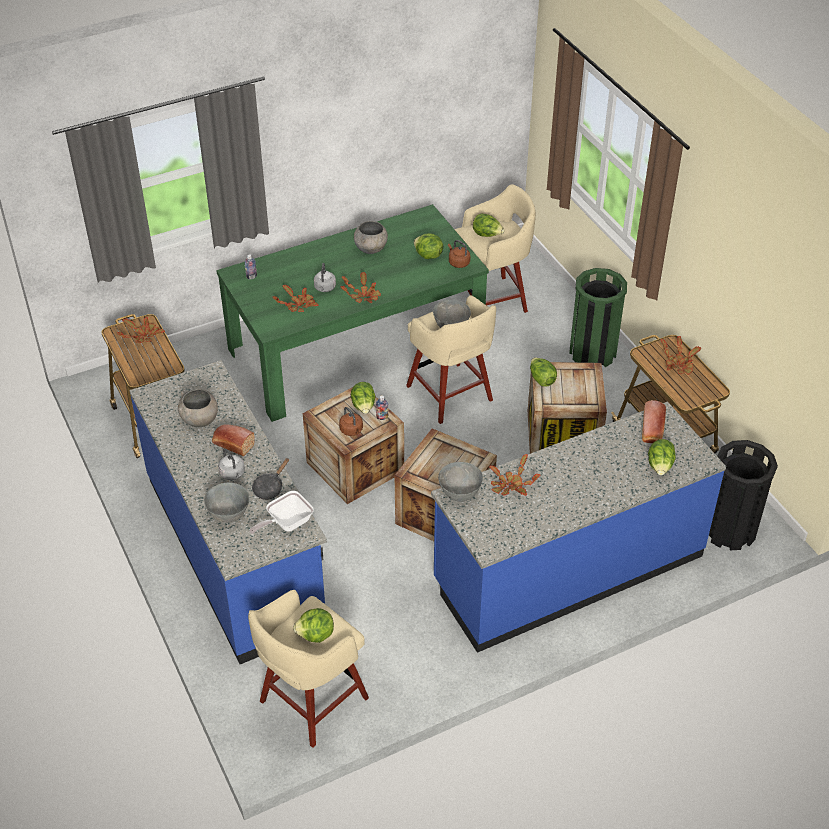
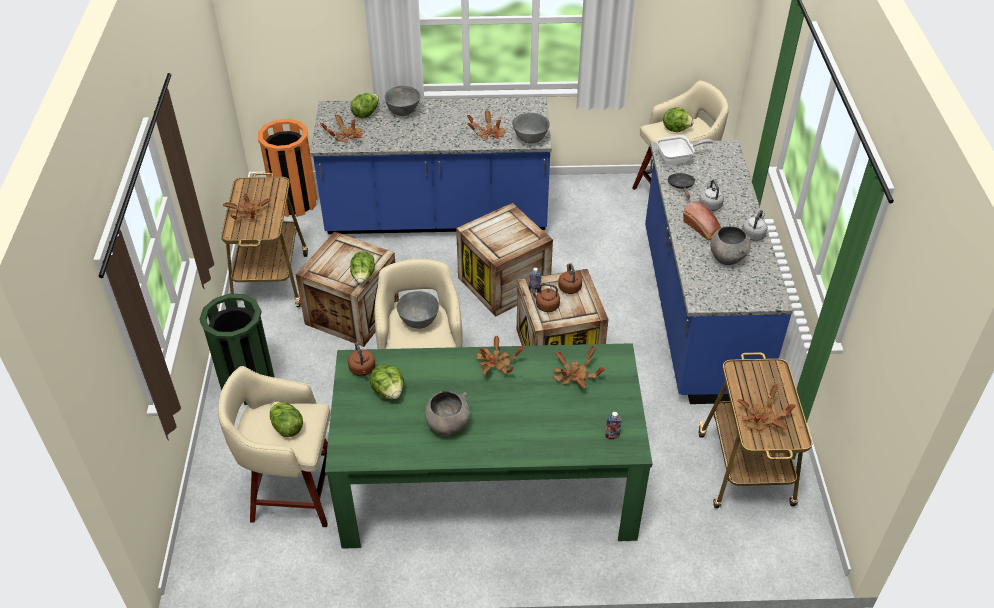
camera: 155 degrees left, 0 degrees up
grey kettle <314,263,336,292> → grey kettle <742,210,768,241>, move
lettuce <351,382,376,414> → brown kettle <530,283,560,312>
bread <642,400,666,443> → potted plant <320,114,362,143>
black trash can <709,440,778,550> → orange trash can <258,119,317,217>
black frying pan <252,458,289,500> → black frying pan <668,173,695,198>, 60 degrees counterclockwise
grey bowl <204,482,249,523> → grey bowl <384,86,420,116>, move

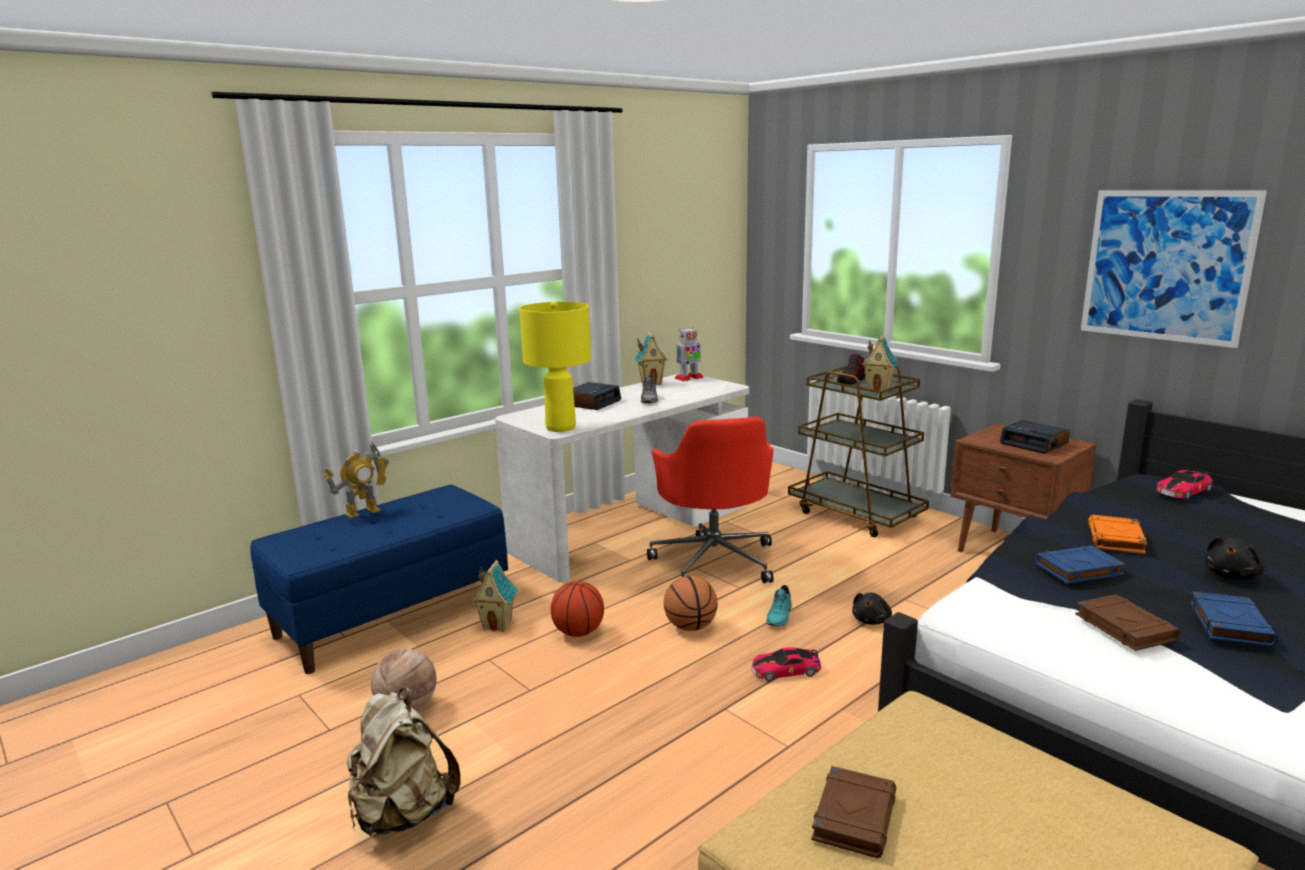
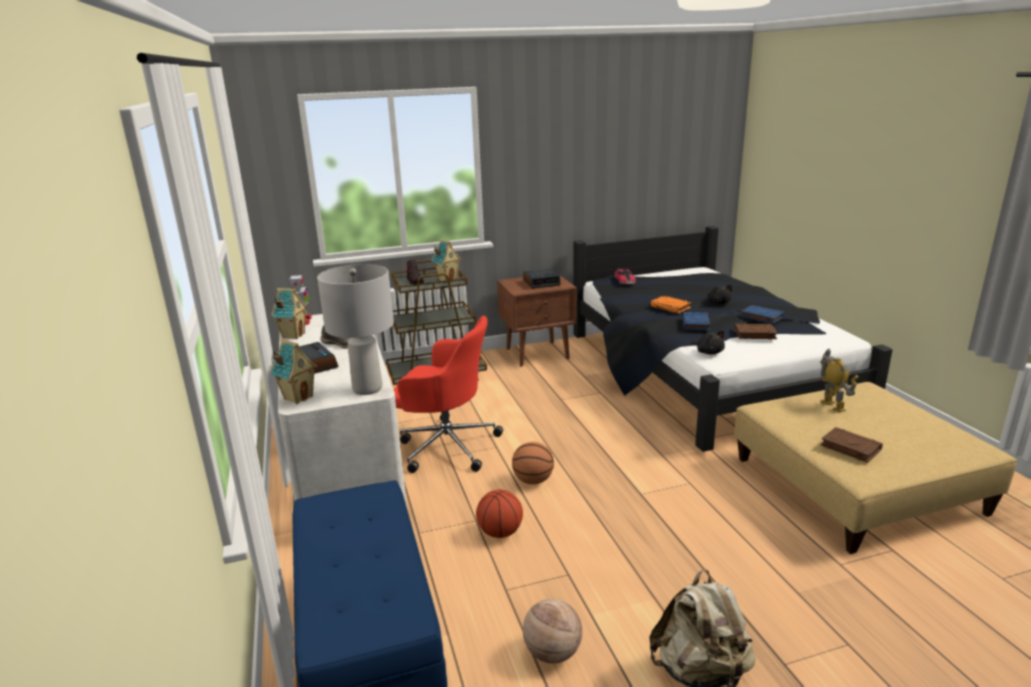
camera: 65 degrees left, 5 degrees up
picture <1081,191,1267,348> → -
yellow table lamp <519,301,591,432> → grey table lamp <317,264,394,395>
toy robot <324,442,389,518> → toy robot <820,349,858,412>, move
toy house <472,560,518,632> → toy house <270,339,317,404>, move
turquoise shoe <766,585,792,626> → -
black plush toy <852,593,892,625> → black plush toy <691,331,725,355>, move
toy car <752,648,821,681> → -

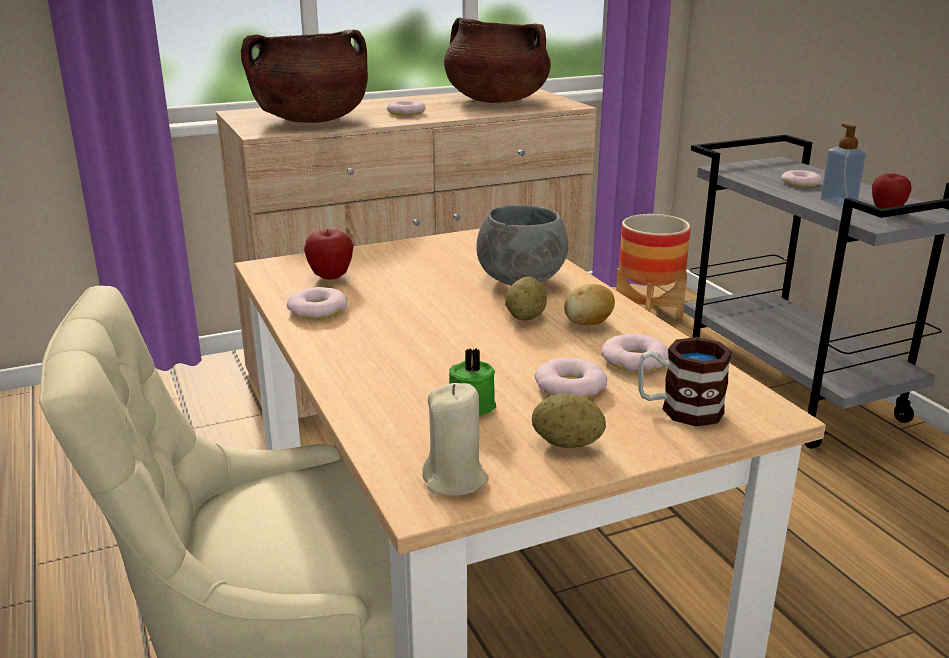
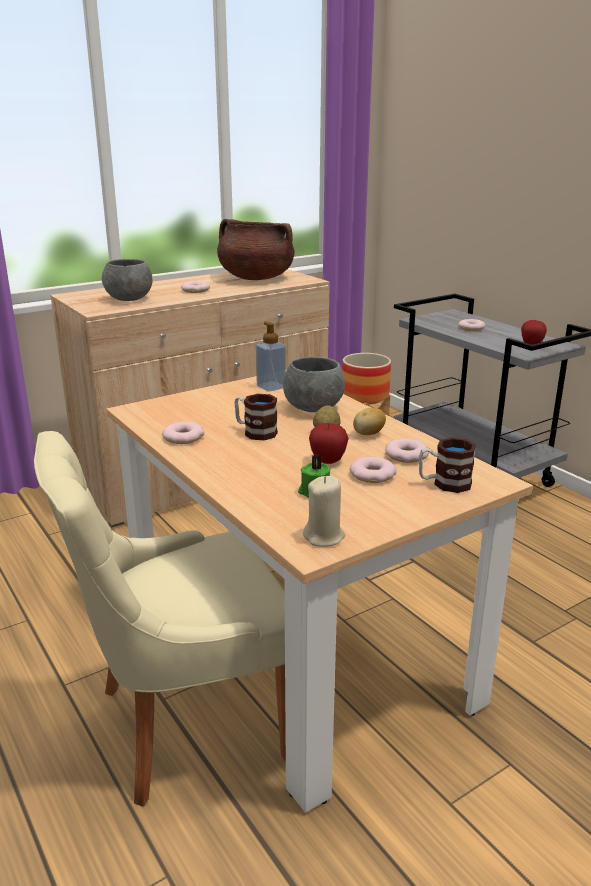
camera: 10 degrees left, 0 degrees up
brown cooking pot <241,29,368,123> → grey bowl <102,259,153,301>
soap dispenser <820,124,866,206> → soap dispenser <256,322,286,392>, move
apple <304,229,354,280> → apple <309,423,349,464>, move
potato <532,393,606,448> → -
- → mug <234,394,278,440>

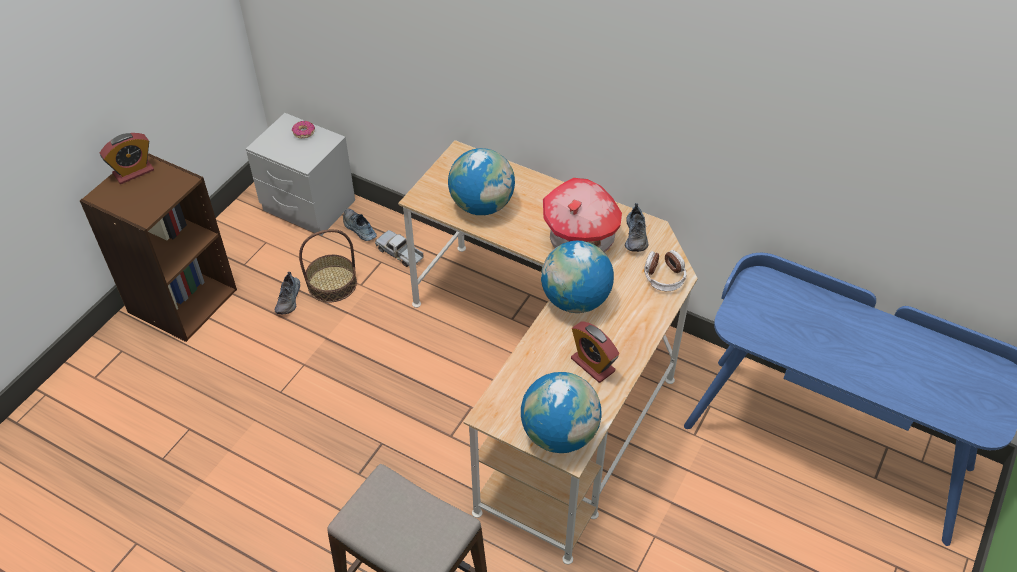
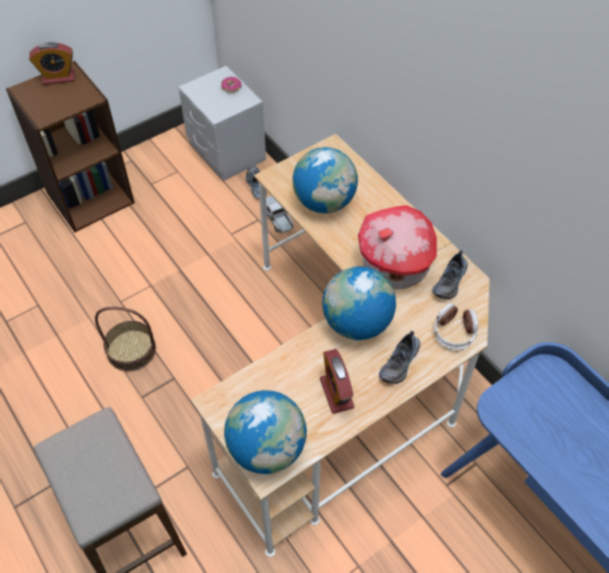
camera: 25 degrees right, 5 degrees up
basket <299,229,357,303> → basket <95,307,156,371>, move
shoe <275,272,300,314> → shoe <379,330,420,384>, move

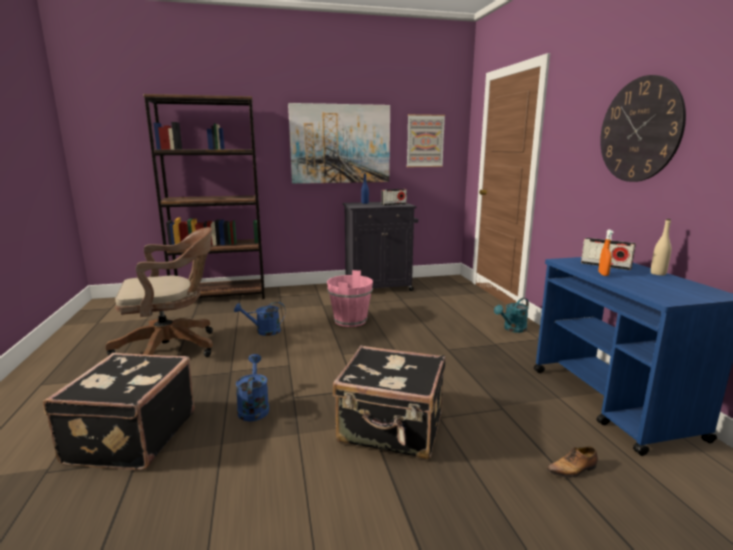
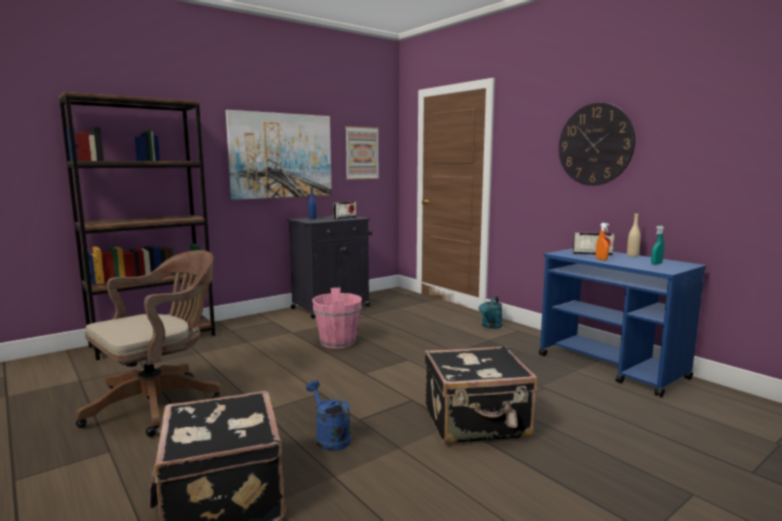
camera: 25 degrees left, 5 degrees down
blue watering can <234,302,286,336> → -
shoe <546,446,598,478> → -
- → turquoise spray bottle <651,226,664,265>

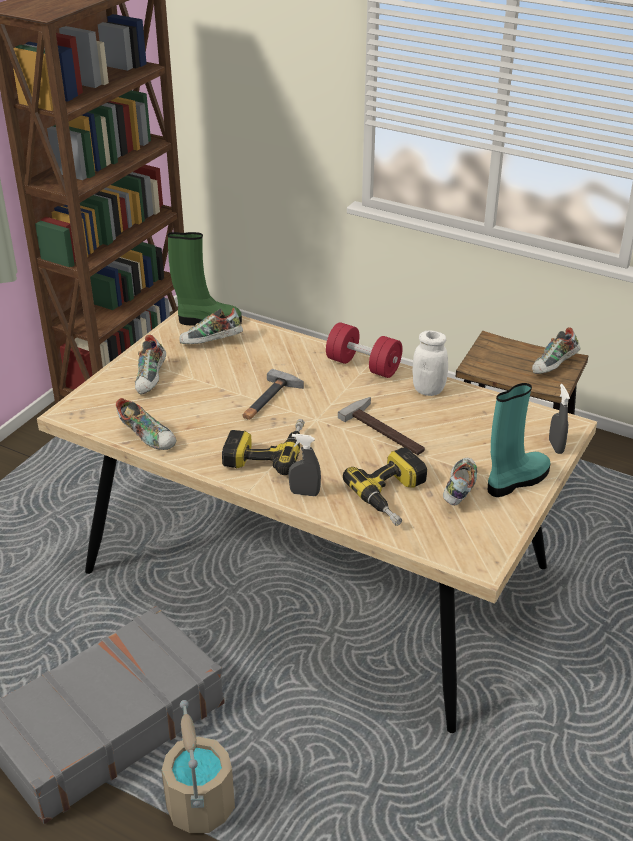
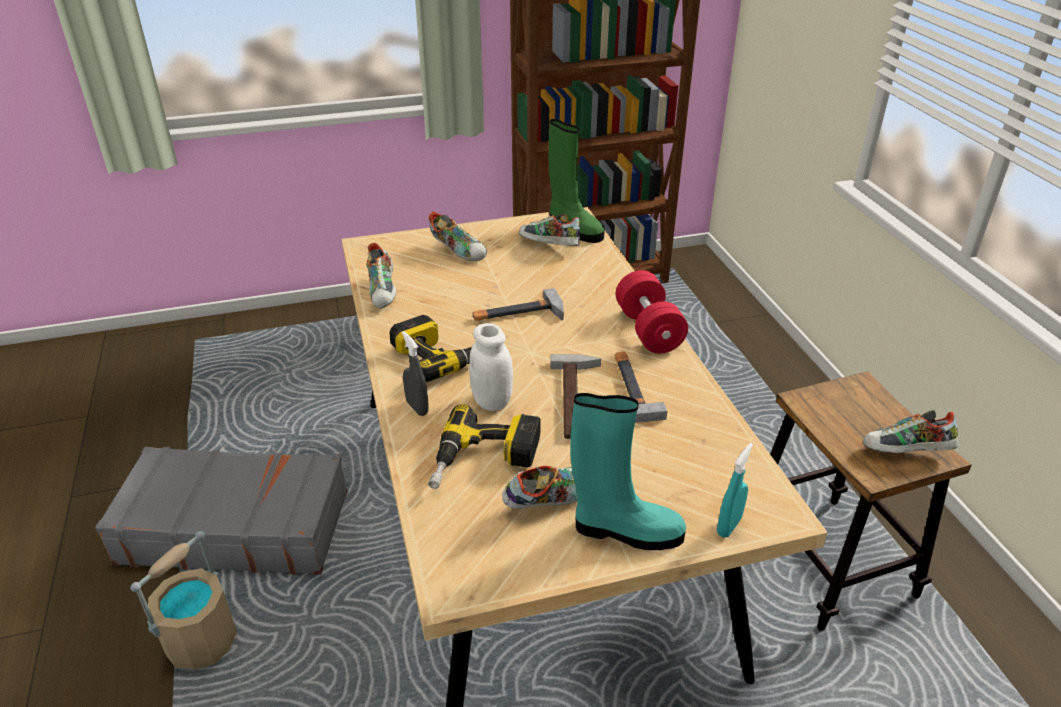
camera: 45 degrees right, 0 degrees up
white jar <412,331,448,396> → white jar <469,323,513,411>, move
shoe <135,335,166,394> → shoe <429,211,487,261>, 105 degrees counterclockwise
grey spray bottle <549,384,570,454> → turquoise spray bottle <717,443,753,538>
- → hammer <615,352,667,423>

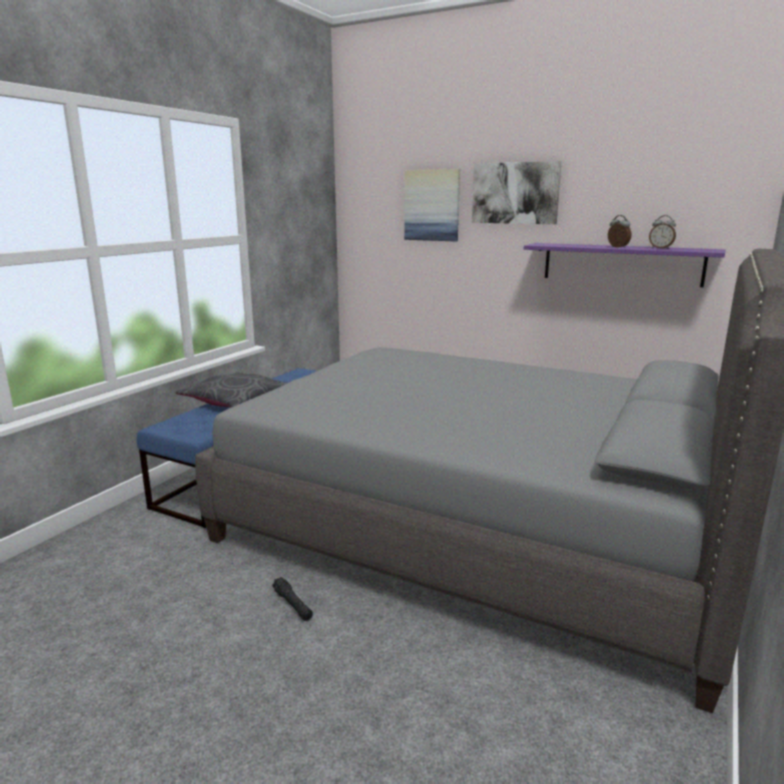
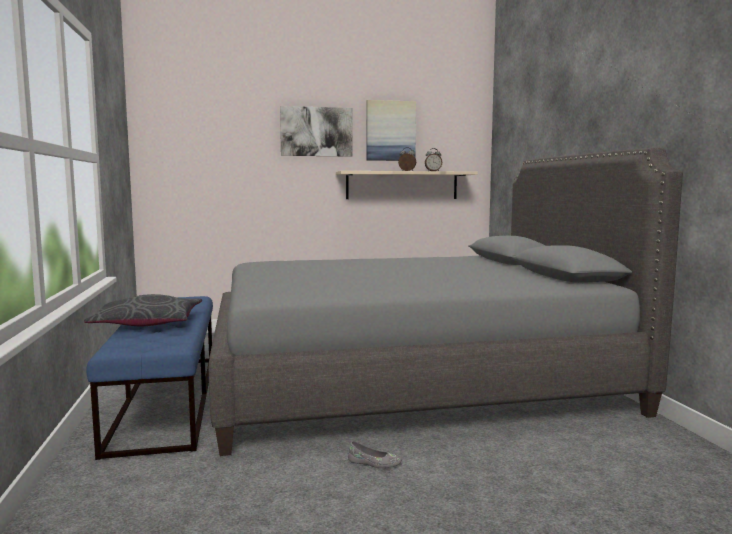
camera: 40 degrees left, 10 degrees down
picture <404,169,460,242> → picture <367,100,416,161>, move
purple shelf <524,243,726,287> → beige shelf <336,171,478,199>
black flashlight <272,577,313,621> → grey shoe <348,441,402,469>

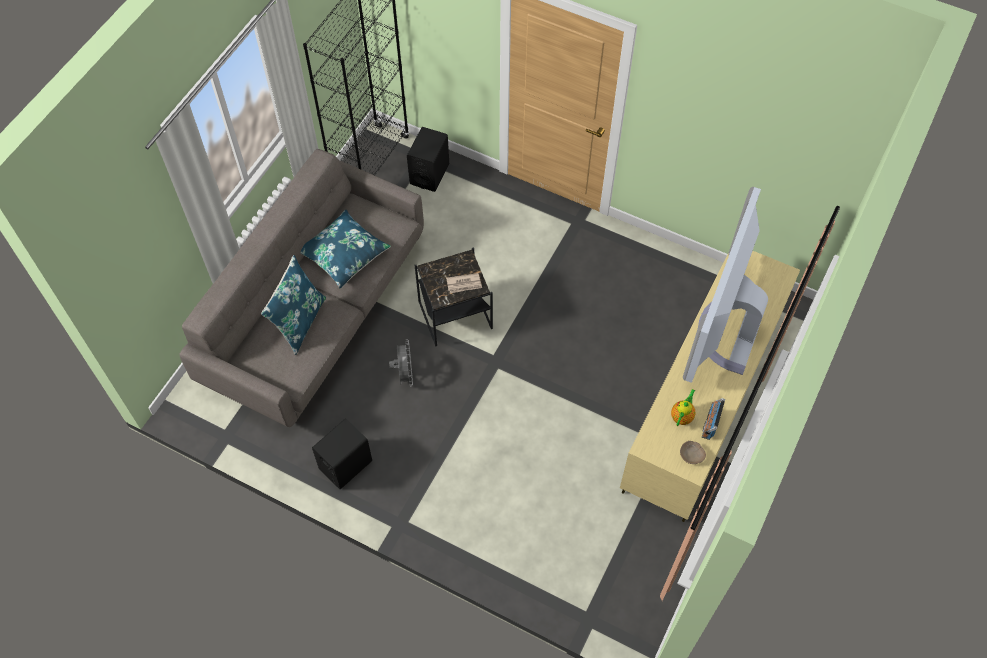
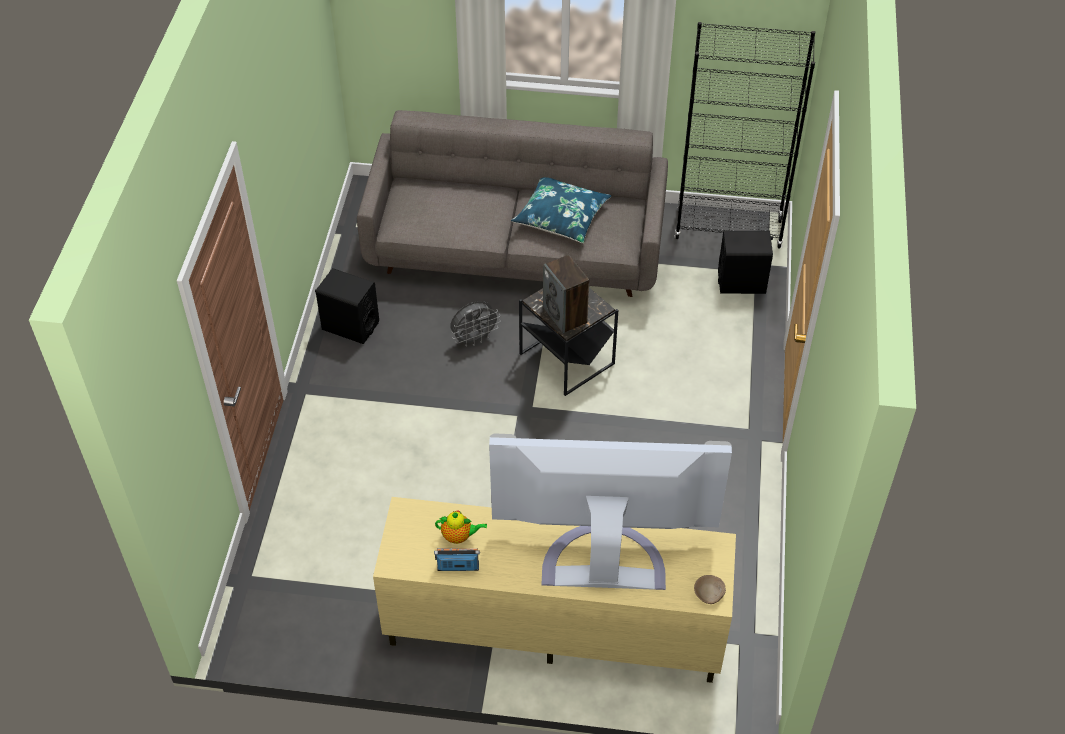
camera: 70 degrees right, 10 degrees down
blue pillow <261,255,326,355> → -
newspaper <446,273,482,293> → speaker <543,255,589,334>
beige bowl <680,441,706,464> → beige bowl <694,575,726,604>, move

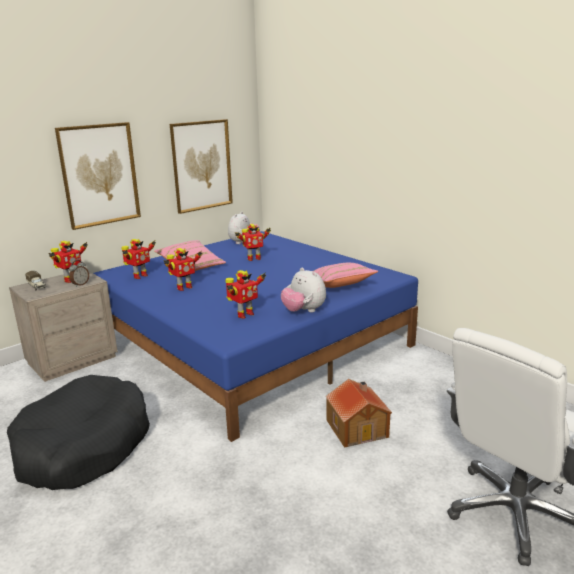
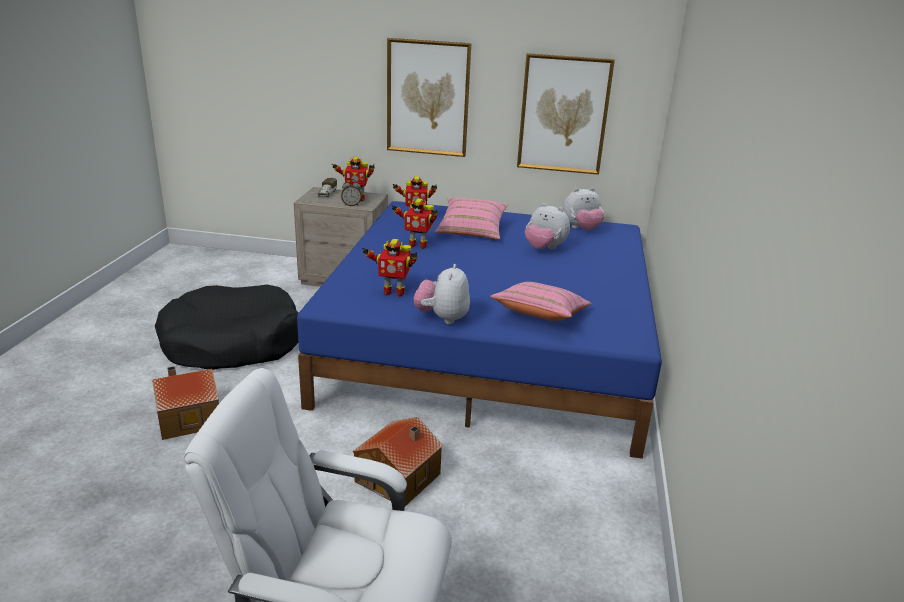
camera: 50 degrees right, 5 degrees up
toy robot <235,224,271,261> → plush toy <525,203,570,249>
- → toy house <152,366,219,440>

